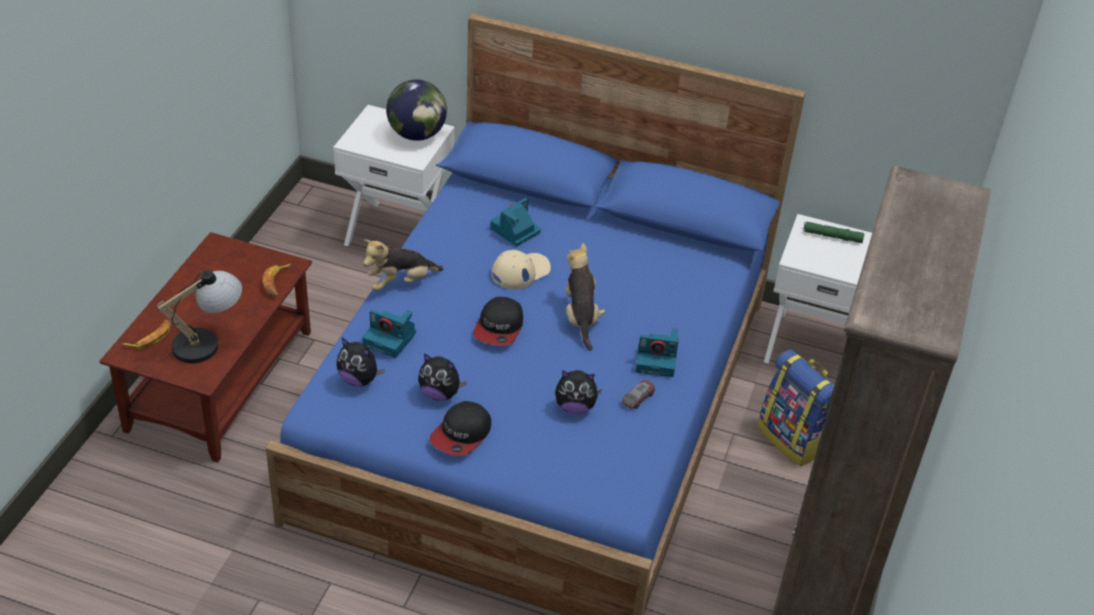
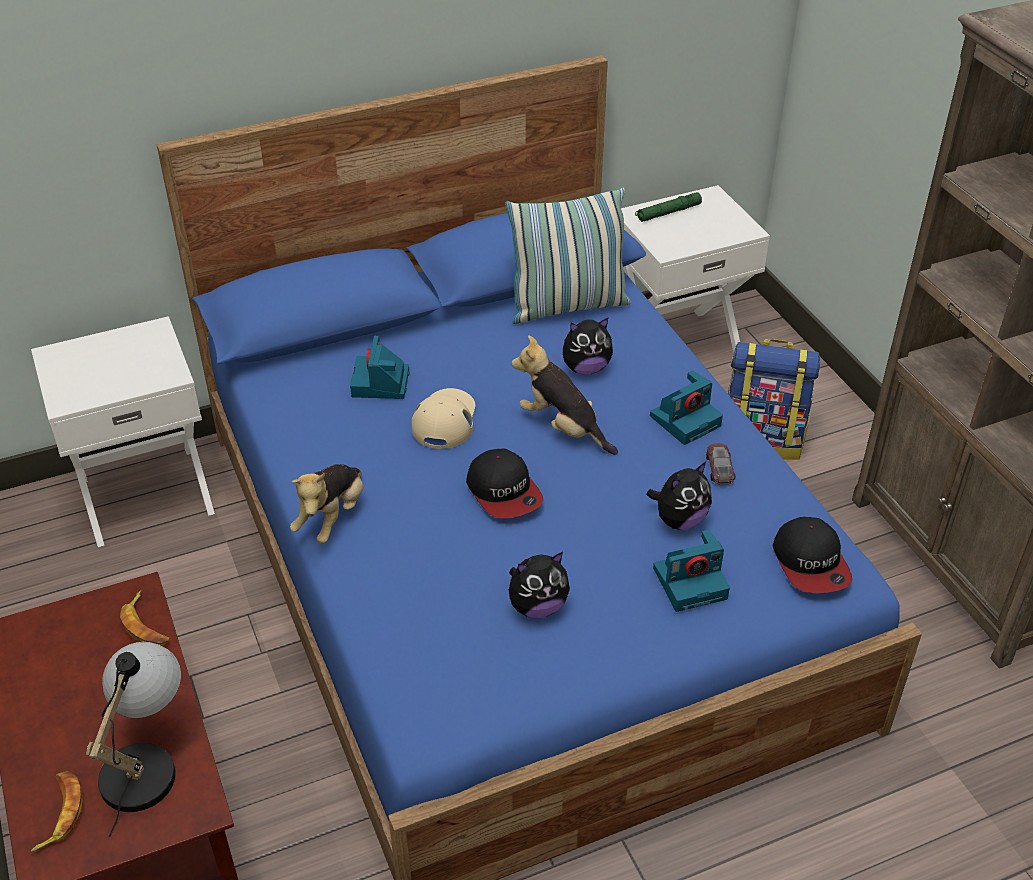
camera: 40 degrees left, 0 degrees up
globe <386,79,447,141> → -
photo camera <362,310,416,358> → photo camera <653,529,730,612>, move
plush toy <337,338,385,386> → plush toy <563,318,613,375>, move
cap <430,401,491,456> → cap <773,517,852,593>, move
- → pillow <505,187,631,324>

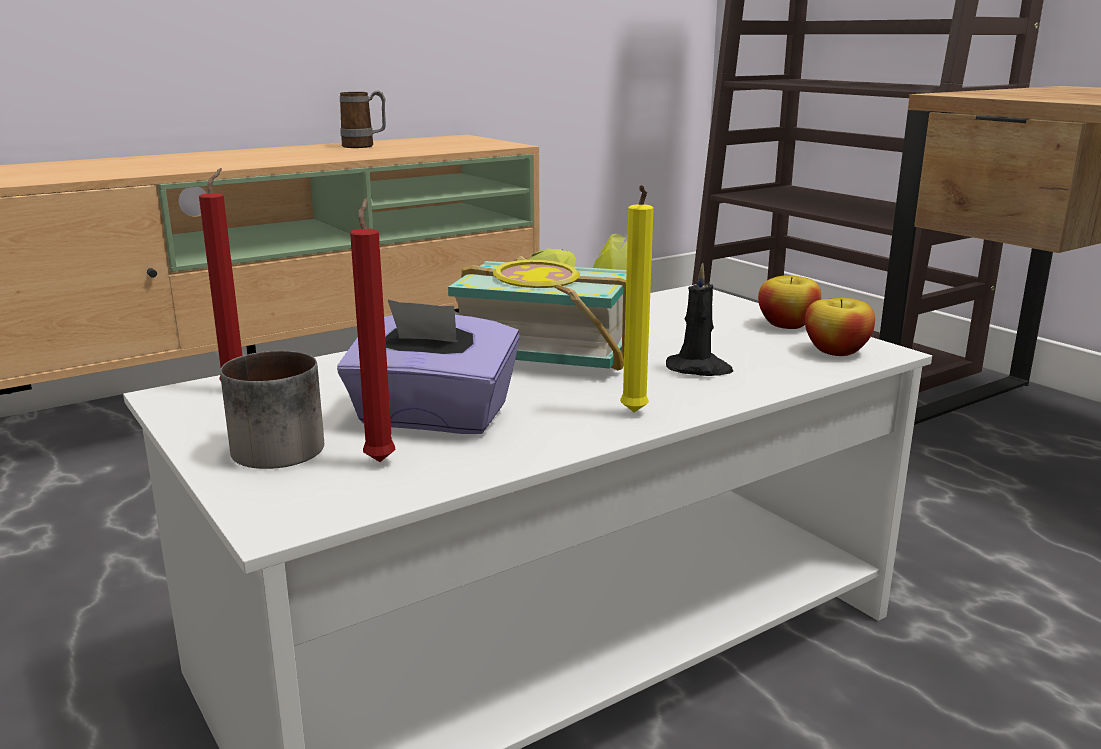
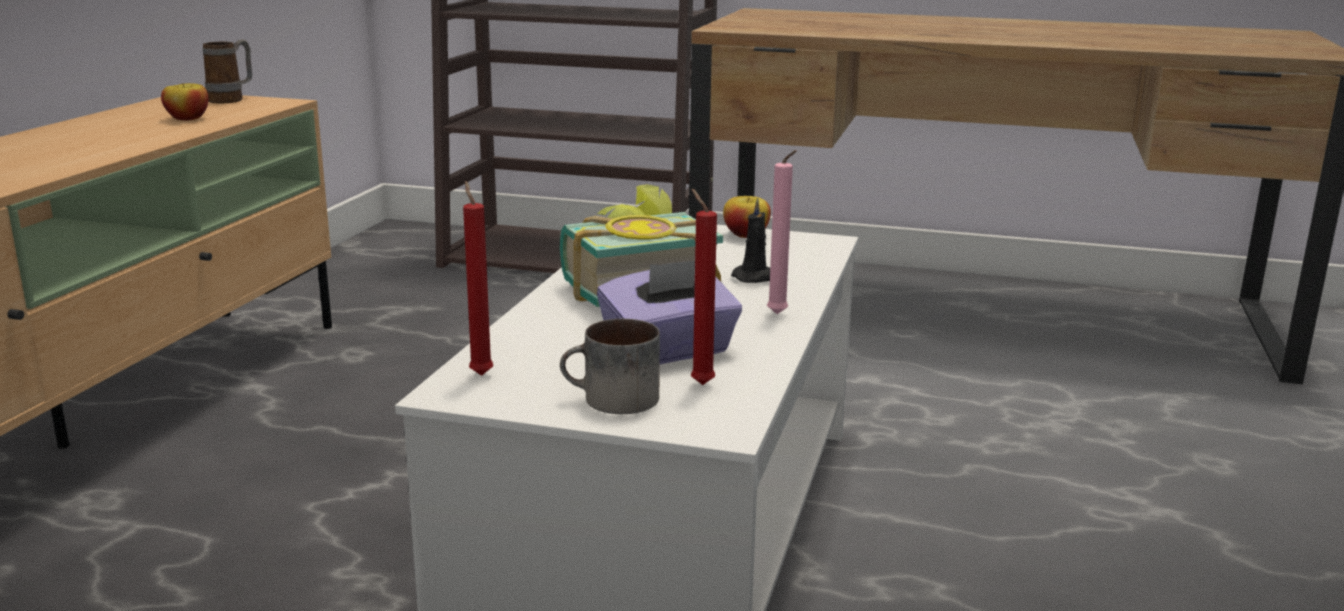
camera: 40 degrees left, 0 degrees up
mug <340,90,386,148> → mug <203,39,252,103>, move
yellow candle <620,185,654,413> → pink candle <767,150,797,314>
apple <805,298,875,356> → apple <161,83,208,120>, move

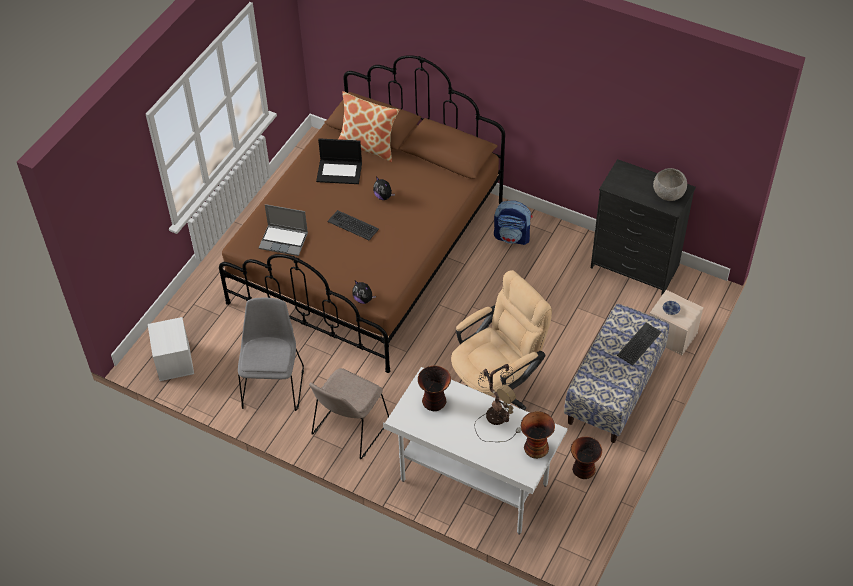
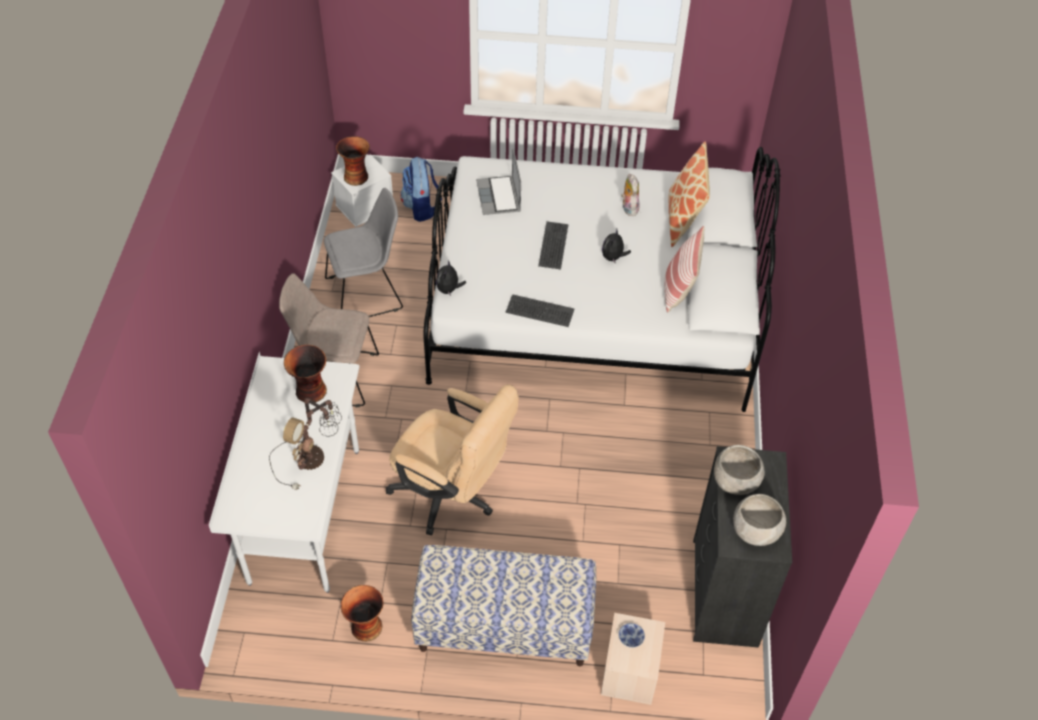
camera: 65 degrees right, 0 degrees up
brown bed <219,55,505,373> → white bed <423,147,781,412>
laptop <316,138,362,184> → plush toy <621,174,640,216>
backpack <494,201,533,245> → backpack <400,157,442,222>, move
keyboard <617,323,662,365> → keyboard <506,294,574,327>, move
vase <521,411,555,459> → vase <336,136,370,186>, move
- → pillow <664,226,705,312>
- → grey bowl <714,445,765,495>

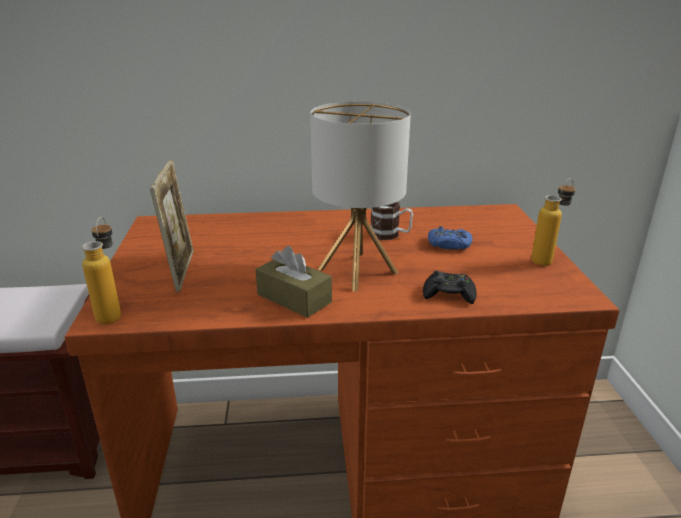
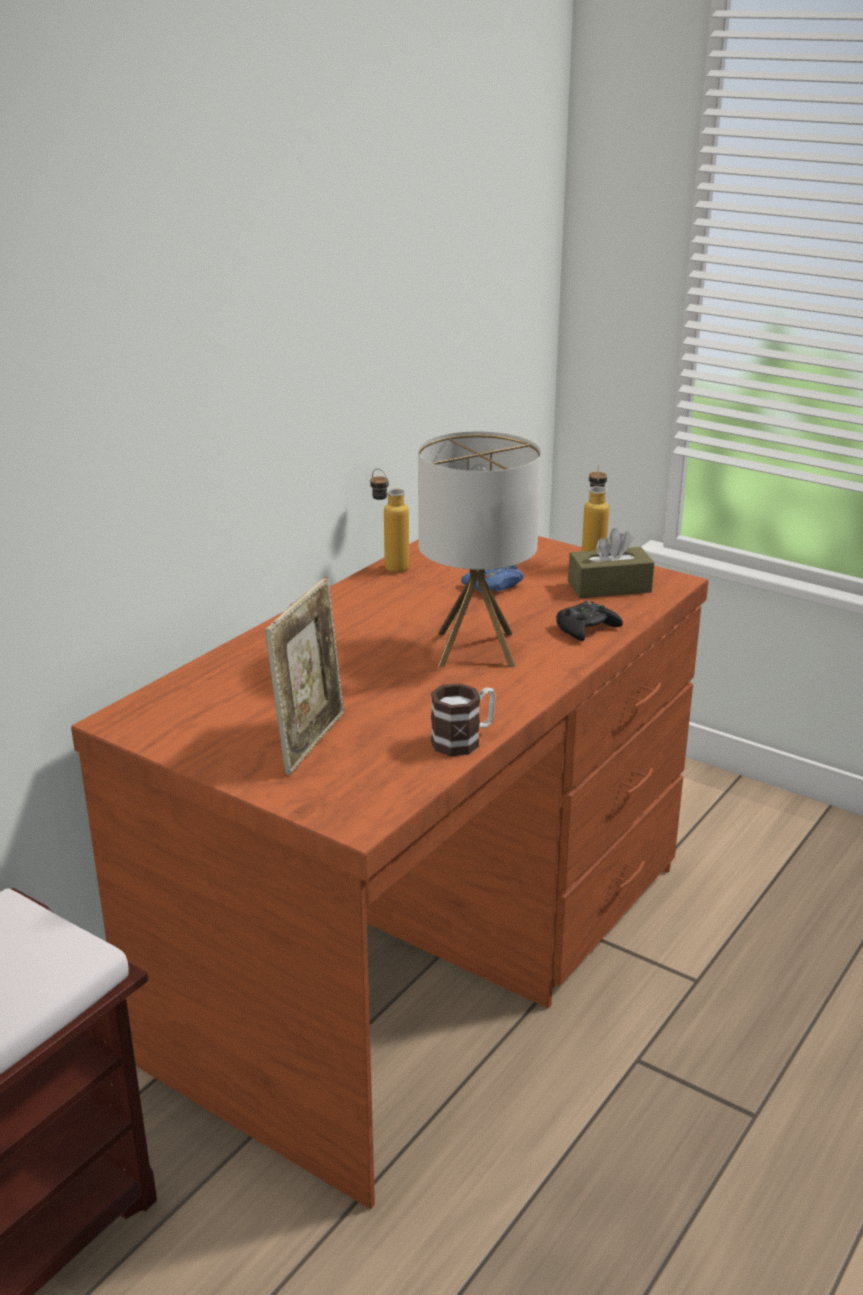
camera: 50 degrees left, 0 degrees up
picture frame <150,160,194,292> → picture frame <265,577,344,775>, 75 degrees clockwise
mug <371,202,413,240> → mug <431,683,496,756>, move
bottle <82,217,121,324> → bottle <370,468,409,573>, move
brown tissue box <256,246,332,318> → brown tissue box <568,528,654,598>, move

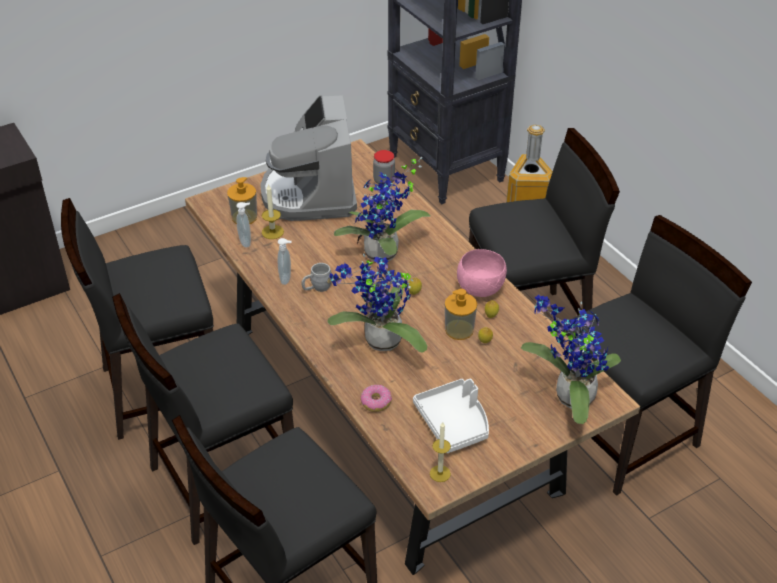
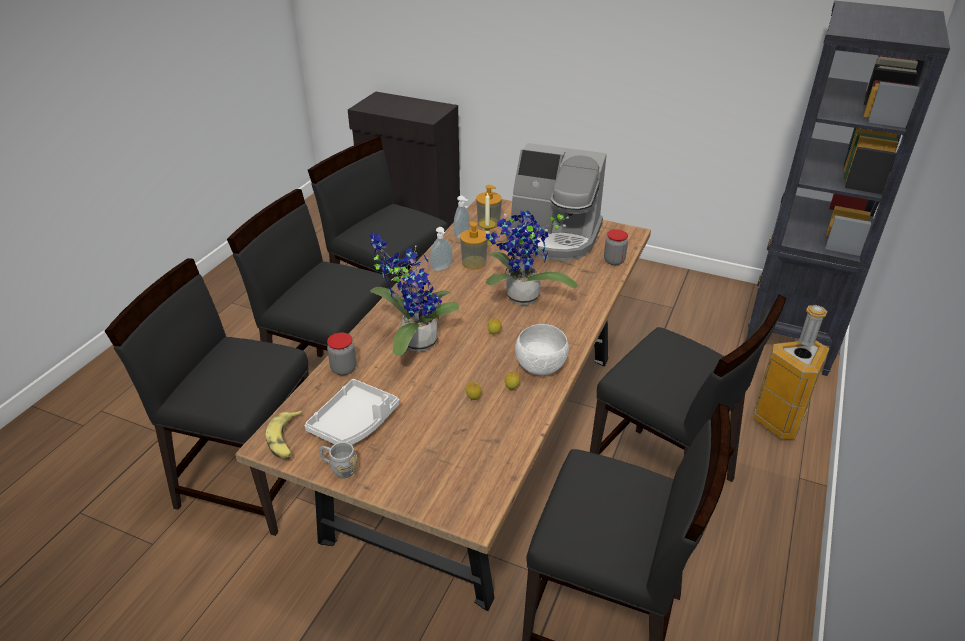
camera: 55 degrees right, 5 degrees down
coffee machine <260,95,357,221> → coffee machine <506,143,607,261>, 120 degrees counterclockwise
pink bowl <457,249,507,297> → white bowl <515,324,569,375>
grey mug <301,263,332,292> → grey mug <319,442,357,478>, move
soap dispenser <445,289,477,340> → soap dispenser <460,222,488,269>, move
potted plant <521,295,621,424> → -
donut <360,385,392,412> → jar <327,333,356,375>
candle <430,422,451,482> → banana <265,411,303,459>

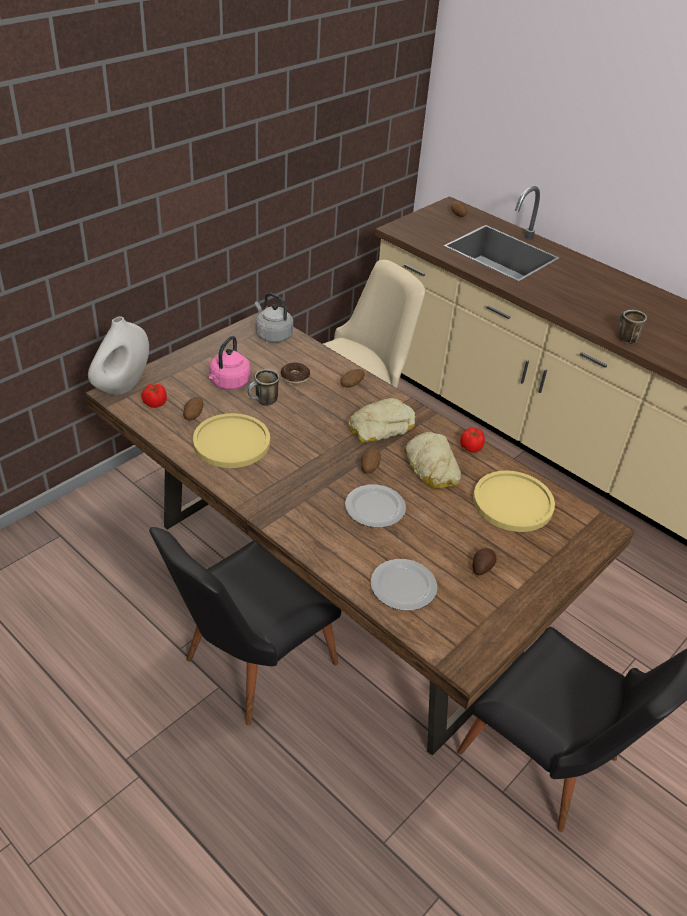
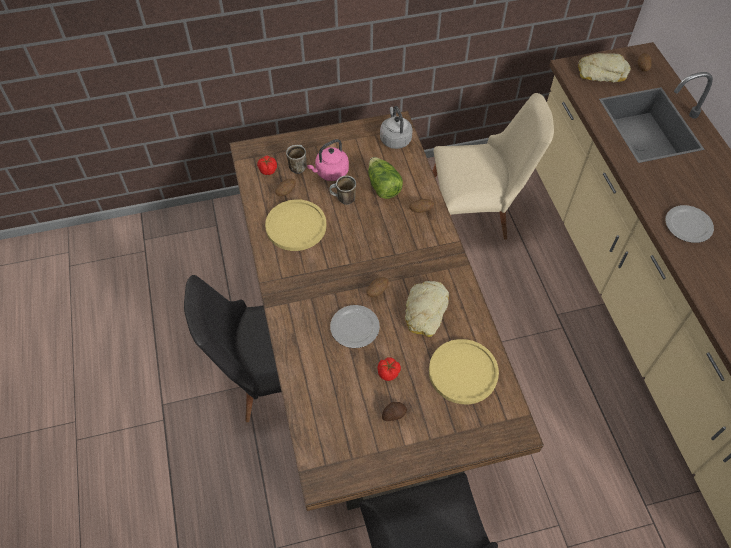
camera: 35 degrees right, 15 degrees up
mug <619,310,647,344> → mug <286,145,307,174>, move
white vase <88,316,149,395> → -
donut <281,363,310,385> → lettuce <368,157,403,199>
bread <348,398,415,442> → bread <578,53,631,82>, move
tomato <460,427,485,453> → tomato <377,357,401,381>, move
plate <371,559,437,611> → plate <665,205,714,243>, move

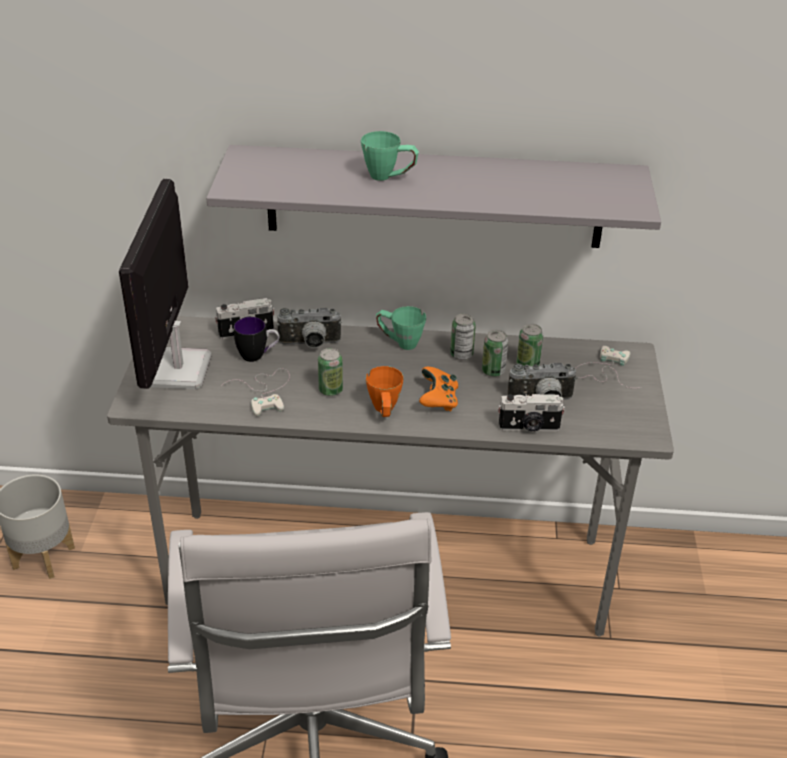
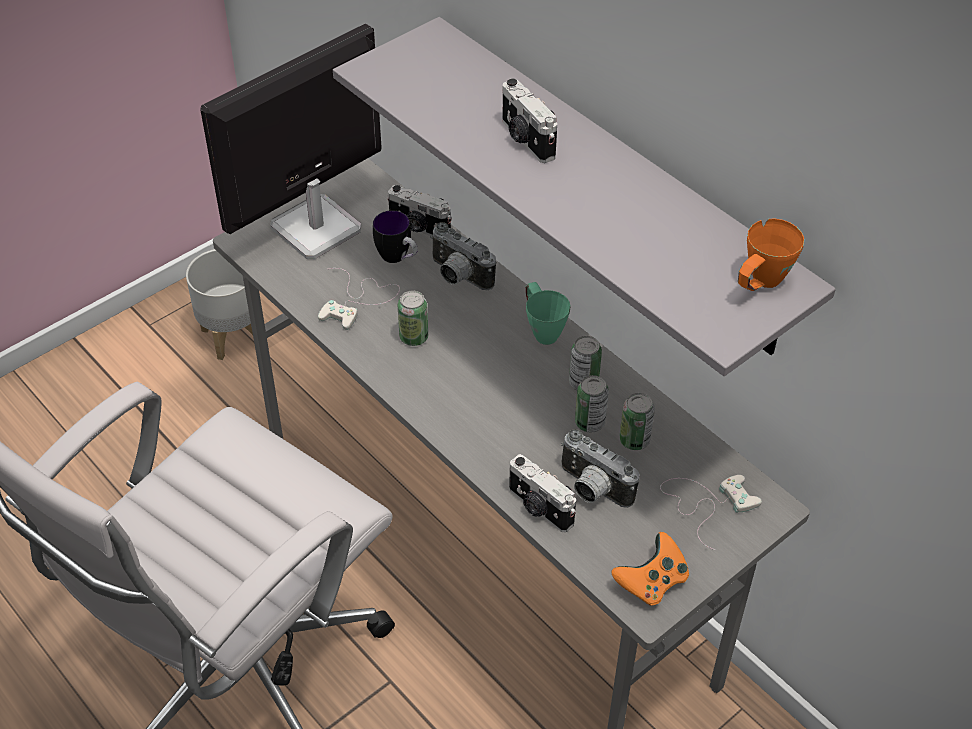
camera: 45 degrees right, 10 degrees up
green mug <361,131,419,181> → photo camera <502,79,557,163>
orange mug <366,366,404,417> → orange mug <738,218,804,291>, move
orange game controller <419,367,458,411> → orange game controller <612,532,689,606>, move

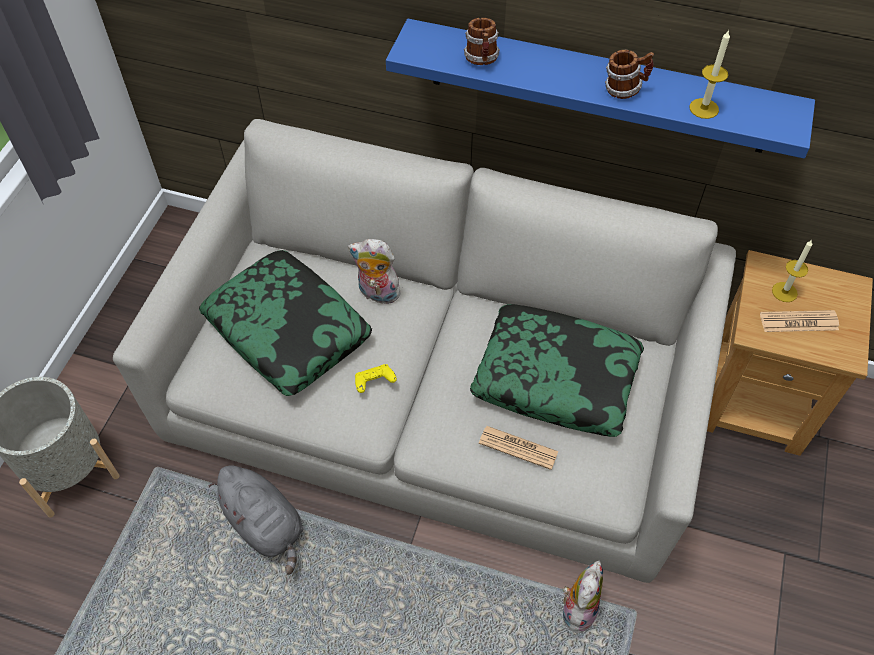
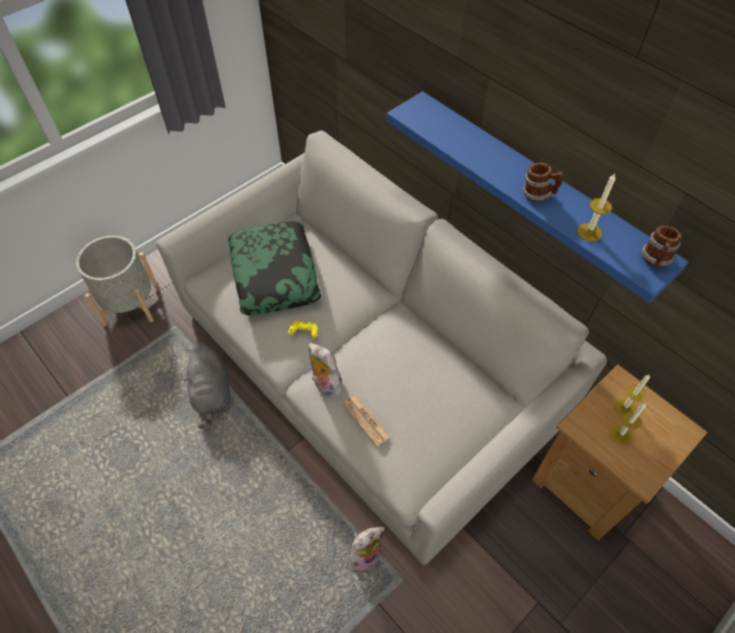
camera: 30 degrees right, 0 degrees up
mug <464,18,500,65> → mug <642,225,682,267>, move
plush toy <348,239,405,304> → plush toy <308,343,343,397>, move
pillow <470,304,644,437> → -
newspaper <760,310,839,332> → candle <609,403,646,445>

